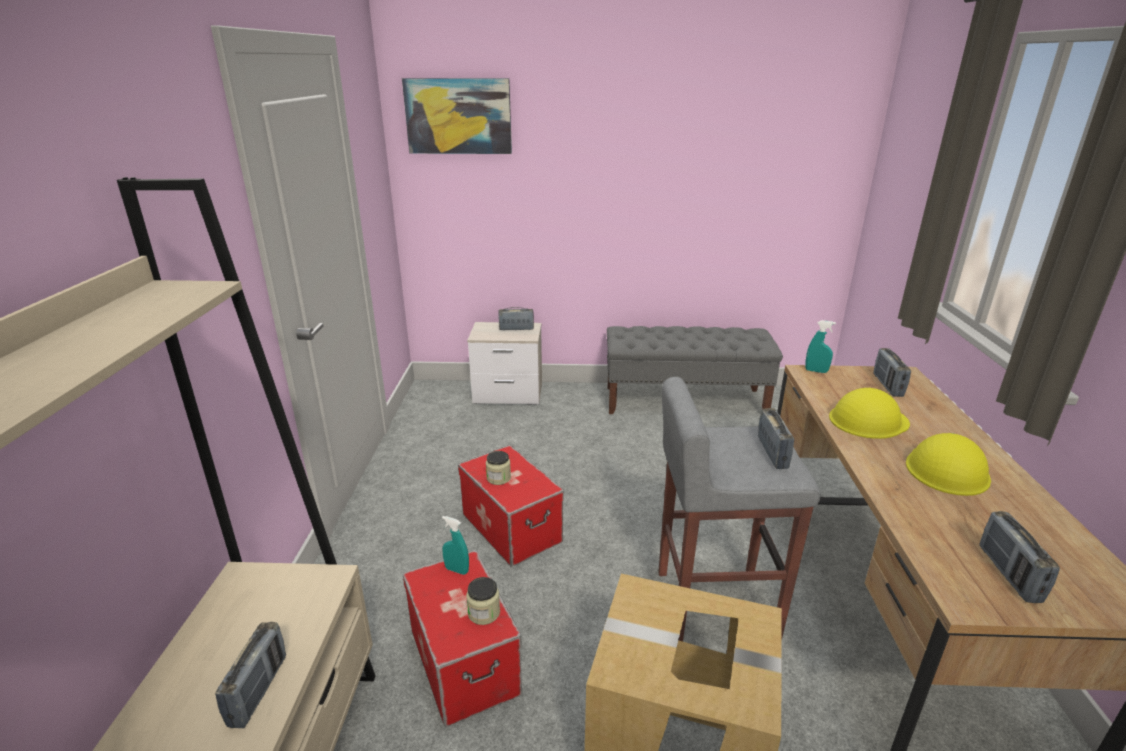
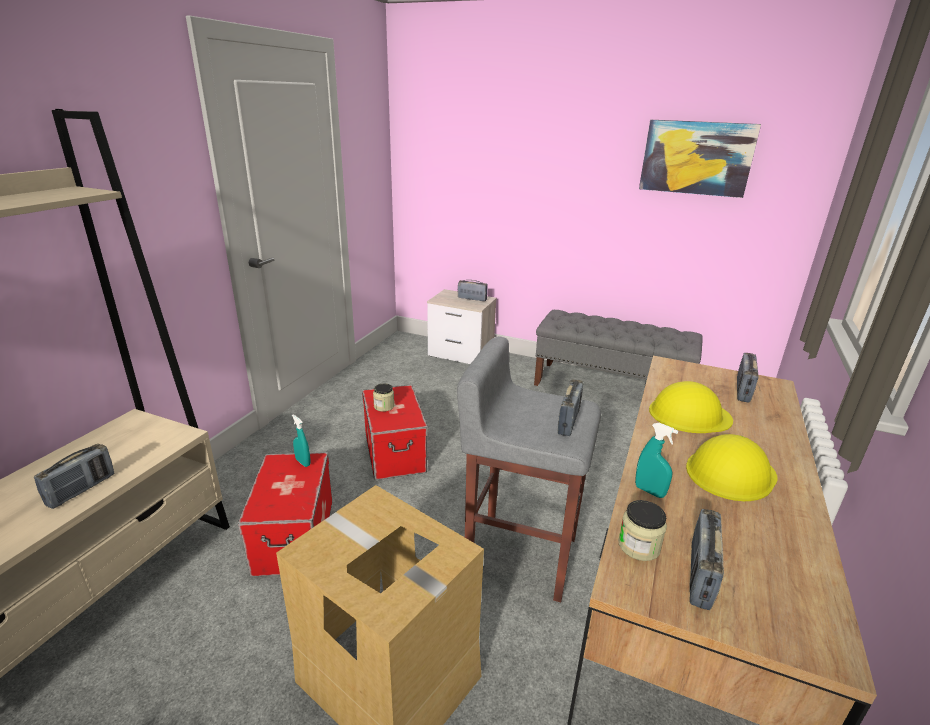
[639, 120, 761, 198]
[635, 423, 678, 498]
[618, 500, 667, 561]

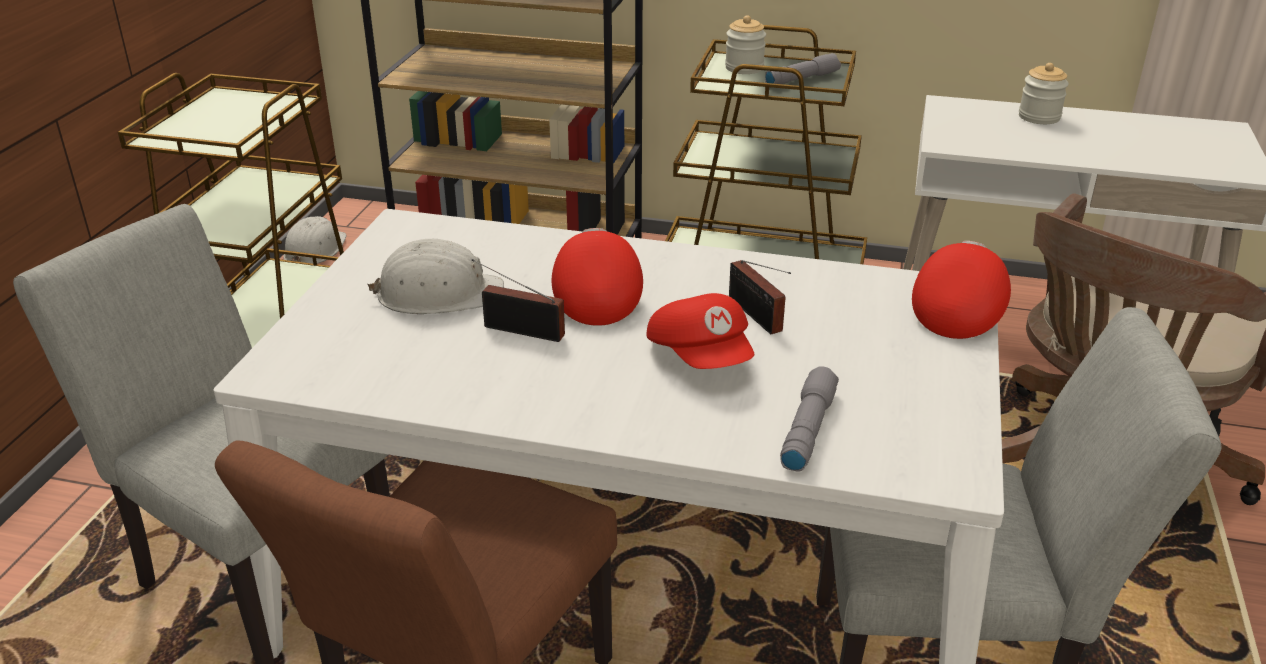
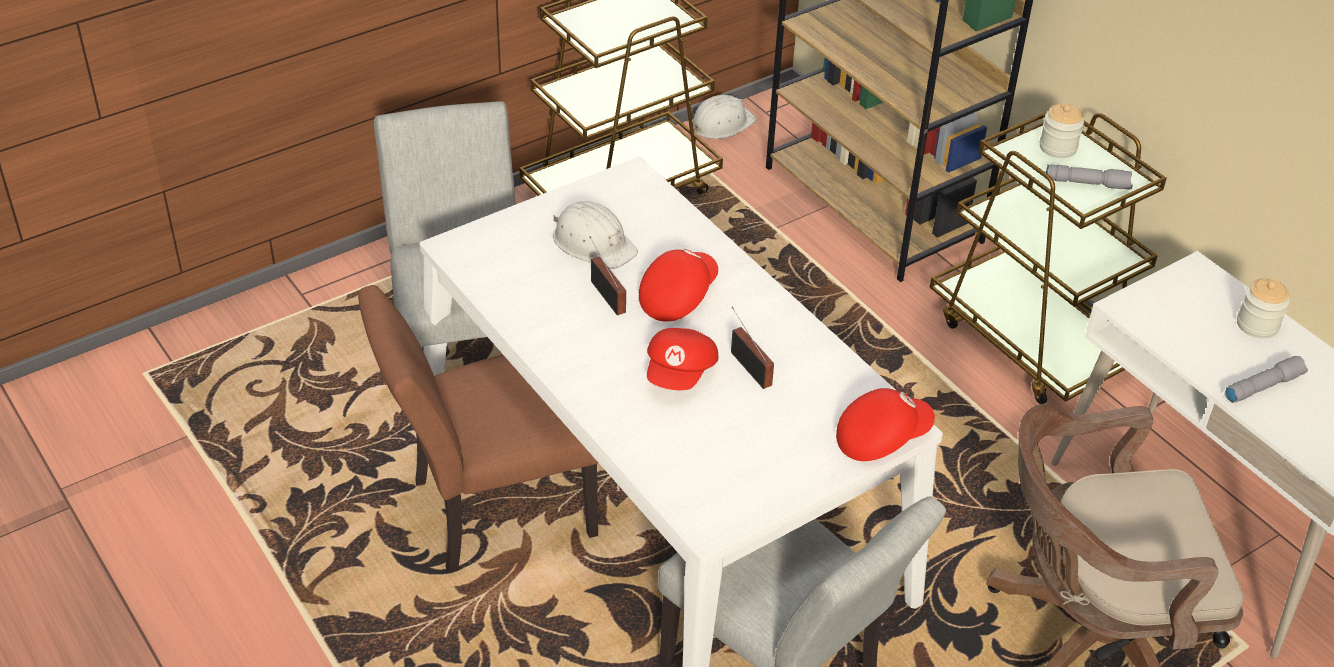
[731, 307, 774, 389]
[1224, 356, 1308, 403]

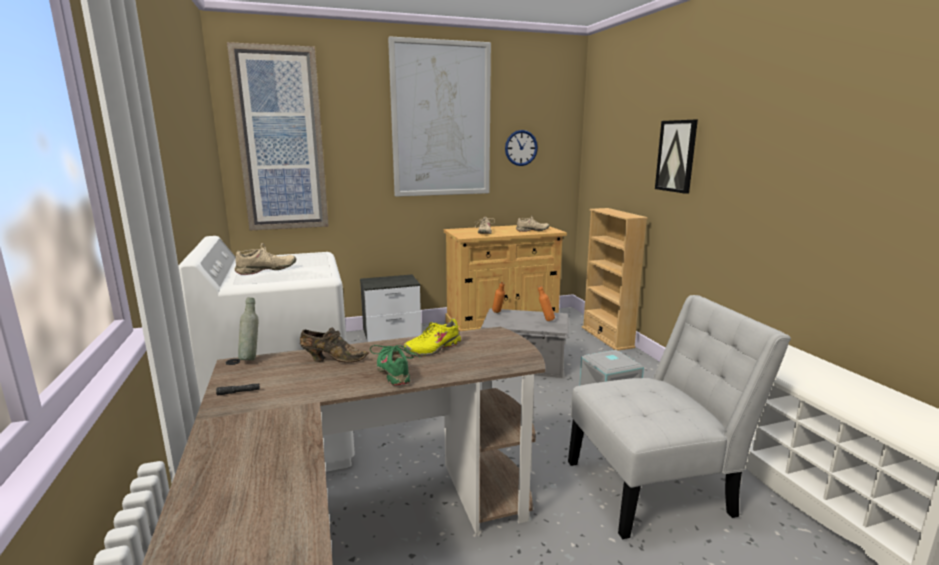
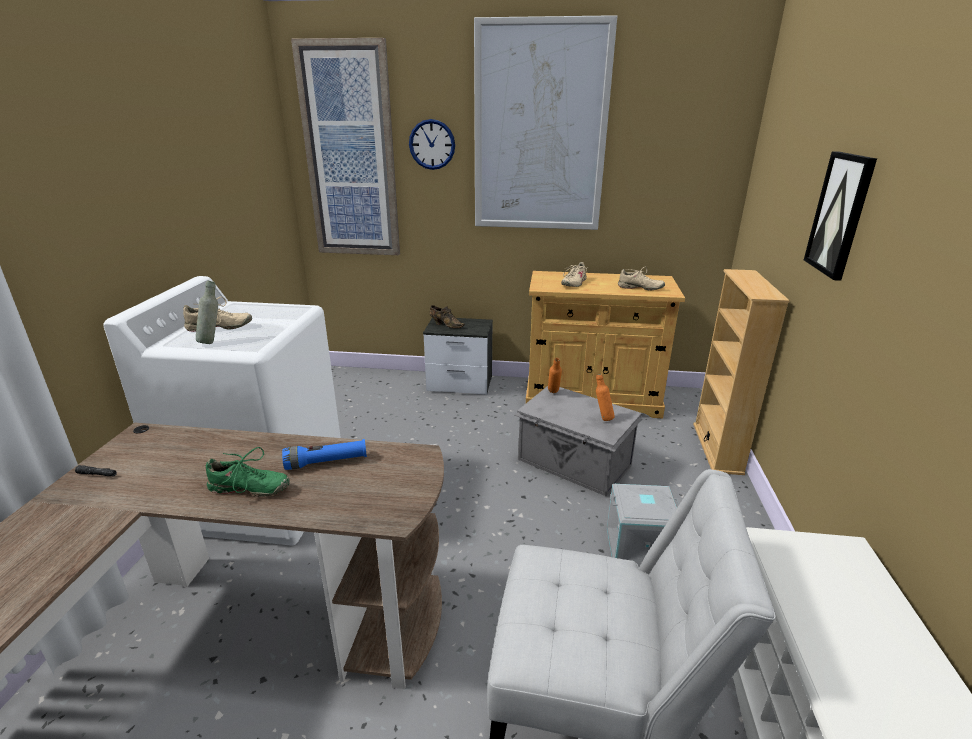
[409, 119, 455, 170]
[196, 281, 218, 344]
[282, 439, 367, 470]
[429, 305, 465, 328]
[206, 447, 290, 497]

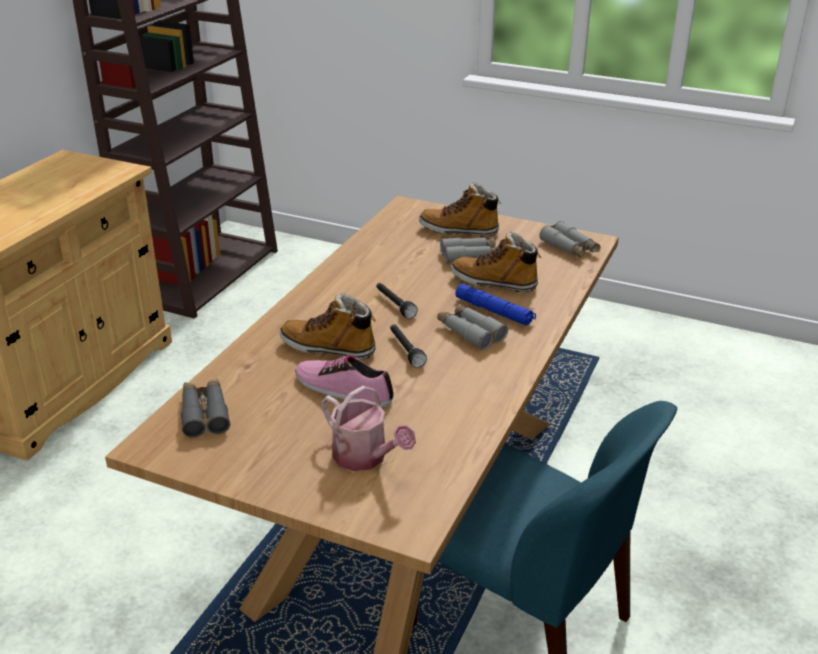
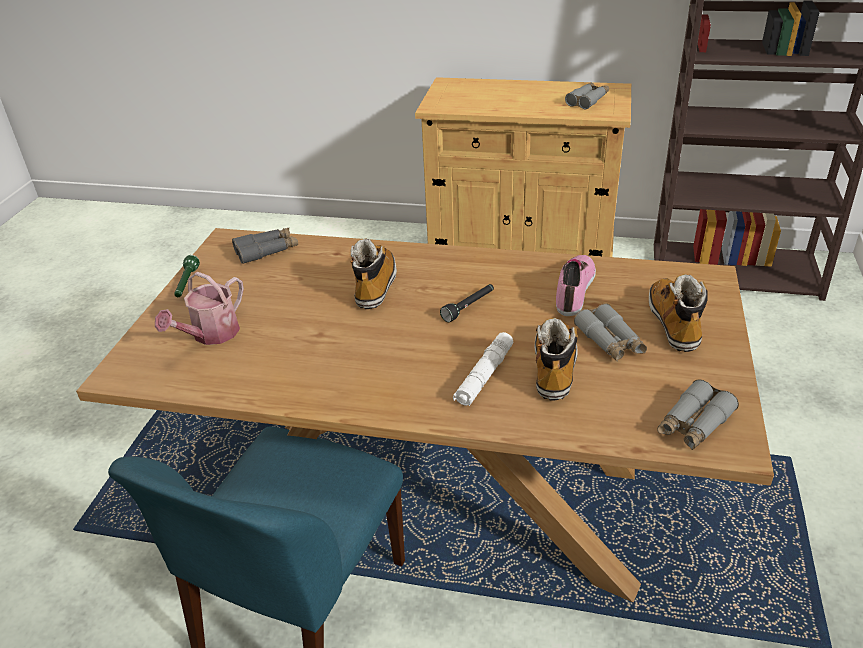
[453, 332, 513, 406]
[565, 83, 609, 109]
[390, 324, 427, 368] (first image)
[556, 255, 596, 316]
[174, 255, 200, 297]

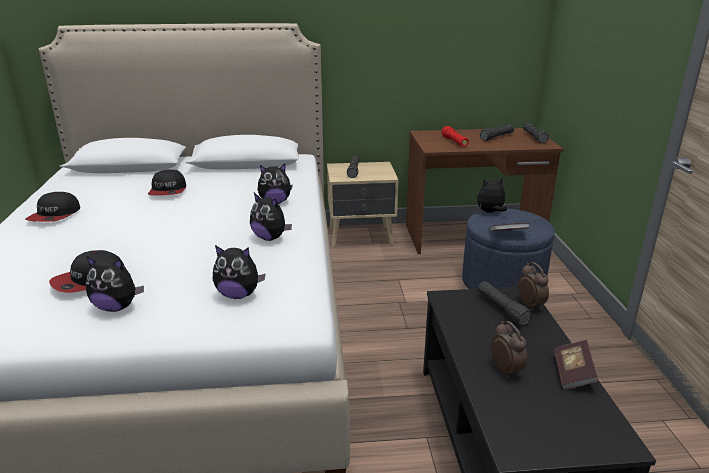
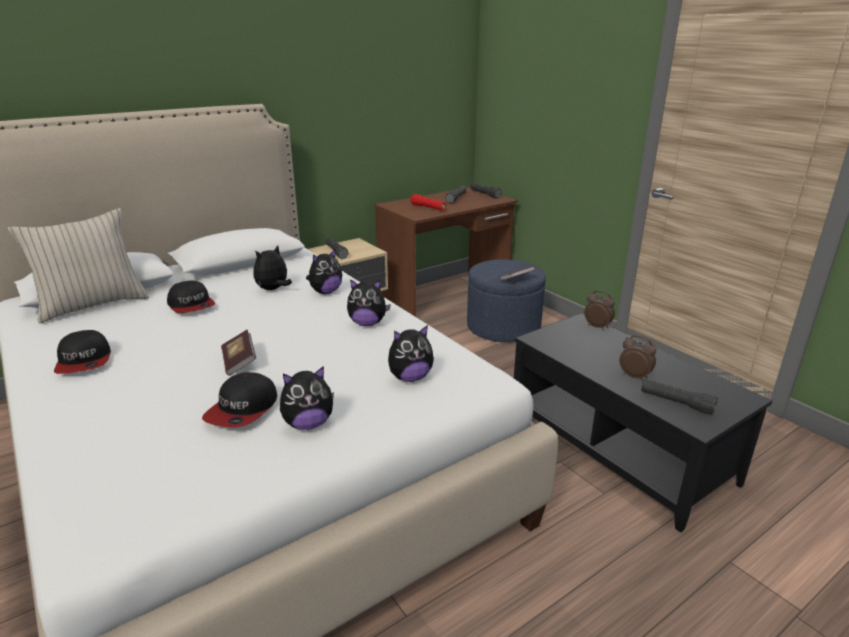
[253, 245, 292, 290]
[641, 379, 718, 415]
[221, 330, 256, 376]
[8, 208, 149, 324]

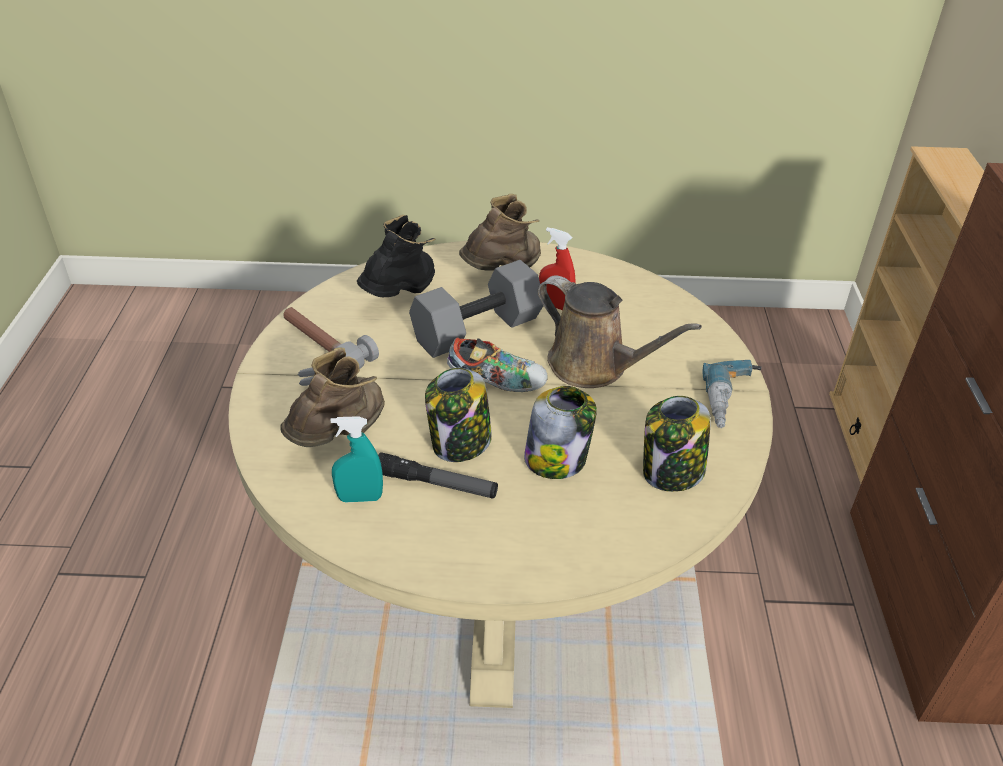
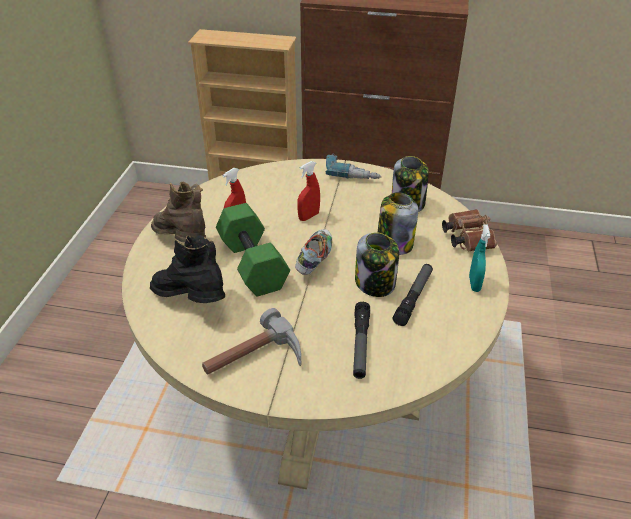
[216, 203, 290, 296]
[297, 161, 320, 221]
[353, 302, 370, 379]
[469, 224, 490, 292]
[442, 209, 497, 252]

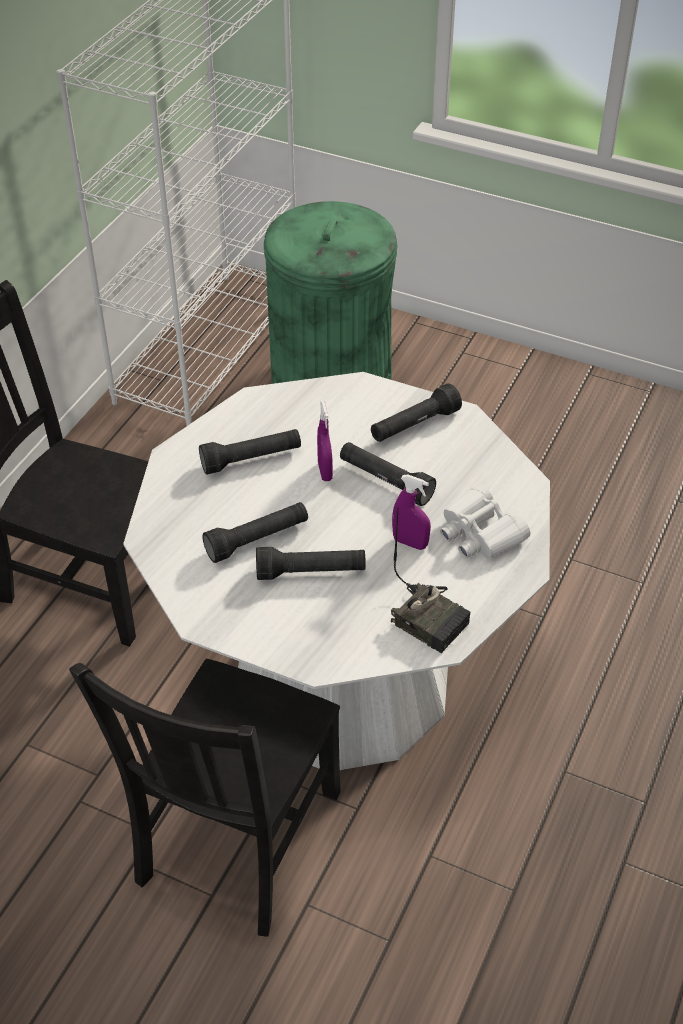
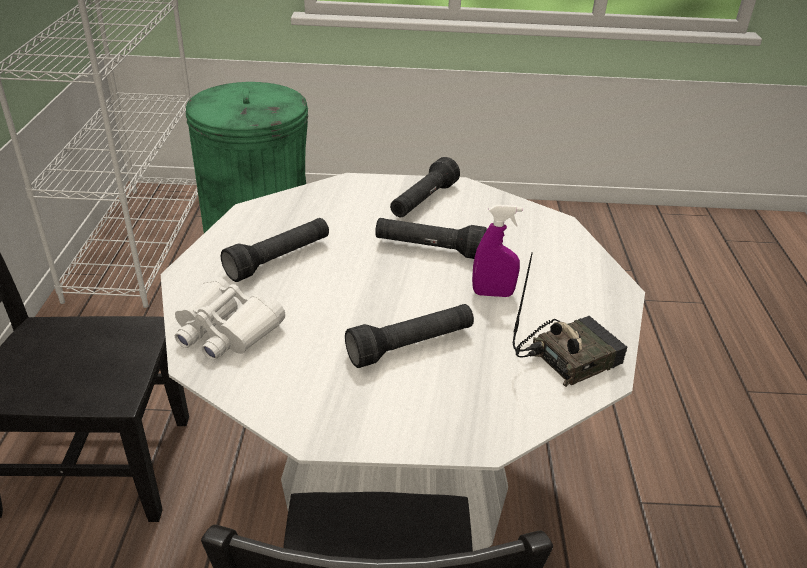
[317, 401, 333, 481] (first image)
[175, 276, 285, 360]
[202, 502, 308, 563] (first image)
[513, 252, 628, 387]

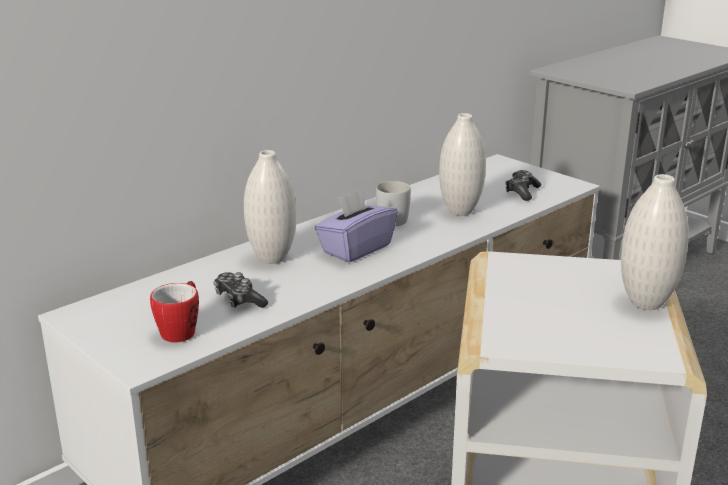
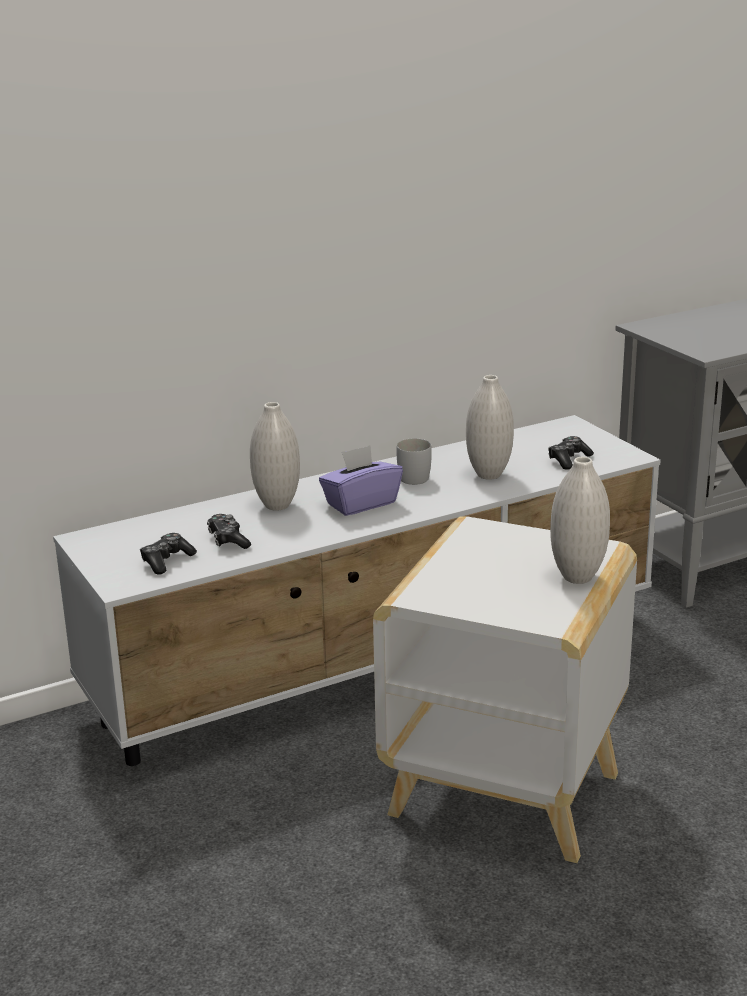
[140, 533, 197, 575]

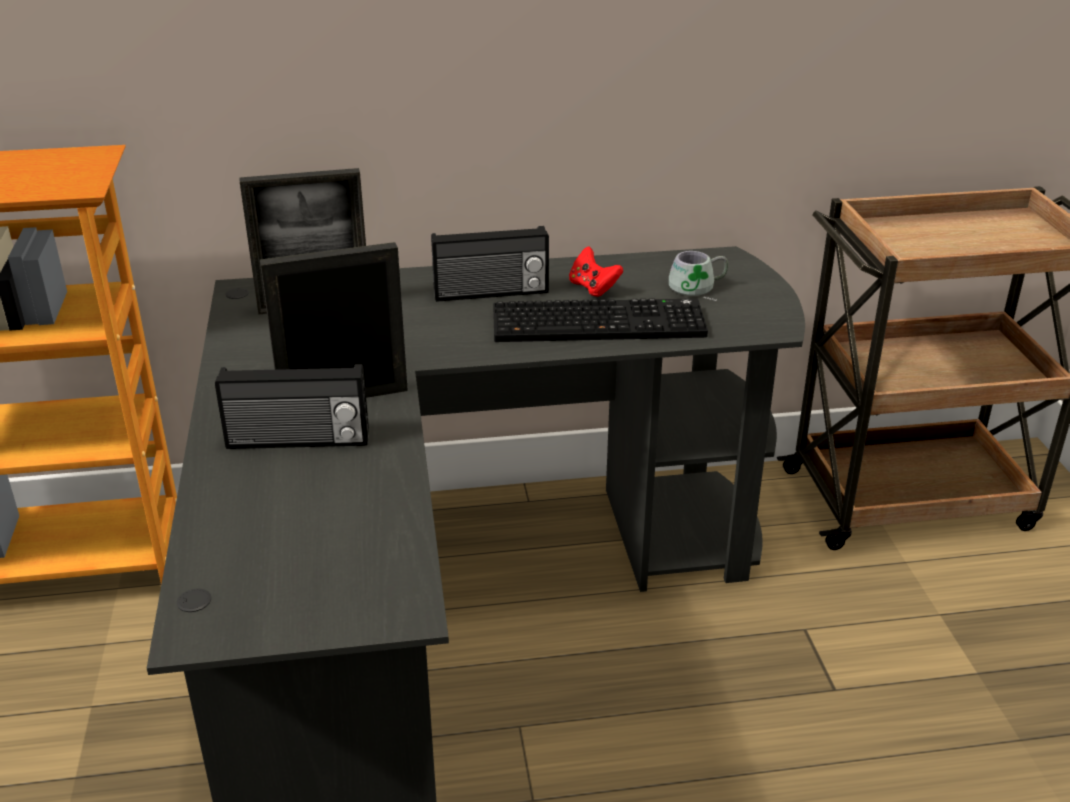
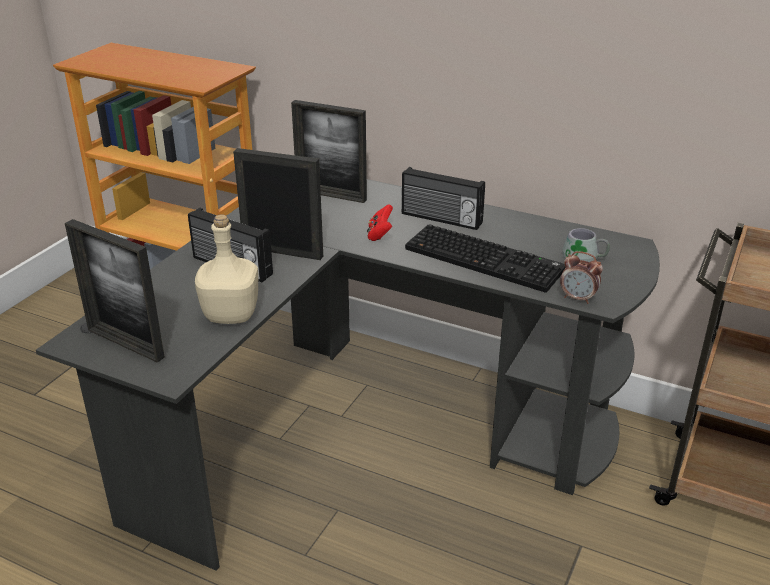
[367, 204, 393, 241]
[195, 214, 259, 324]
[65, 219, 165, 362]
[560, 251, 603, 304]

